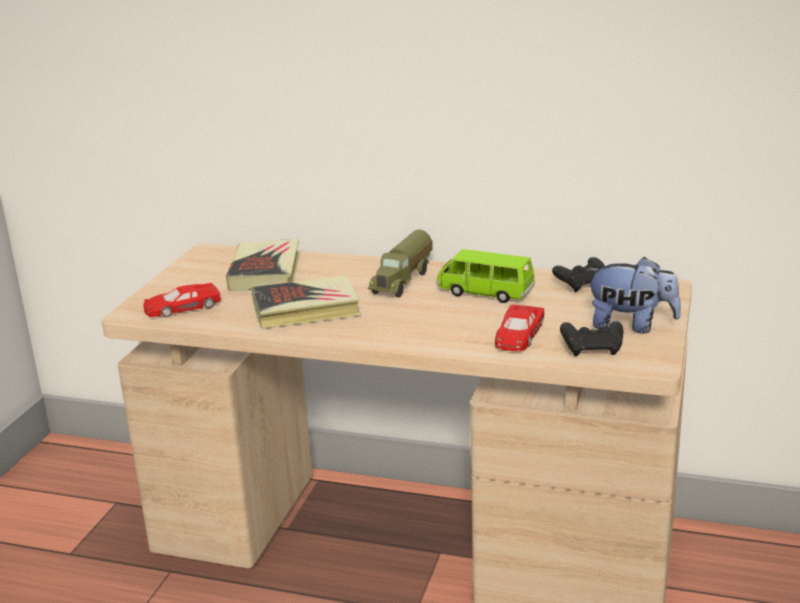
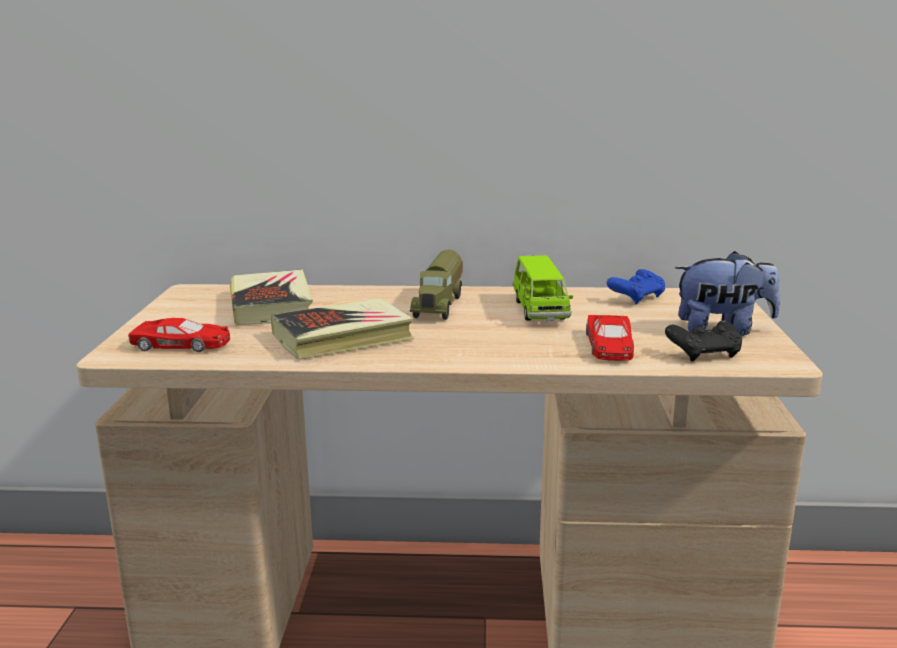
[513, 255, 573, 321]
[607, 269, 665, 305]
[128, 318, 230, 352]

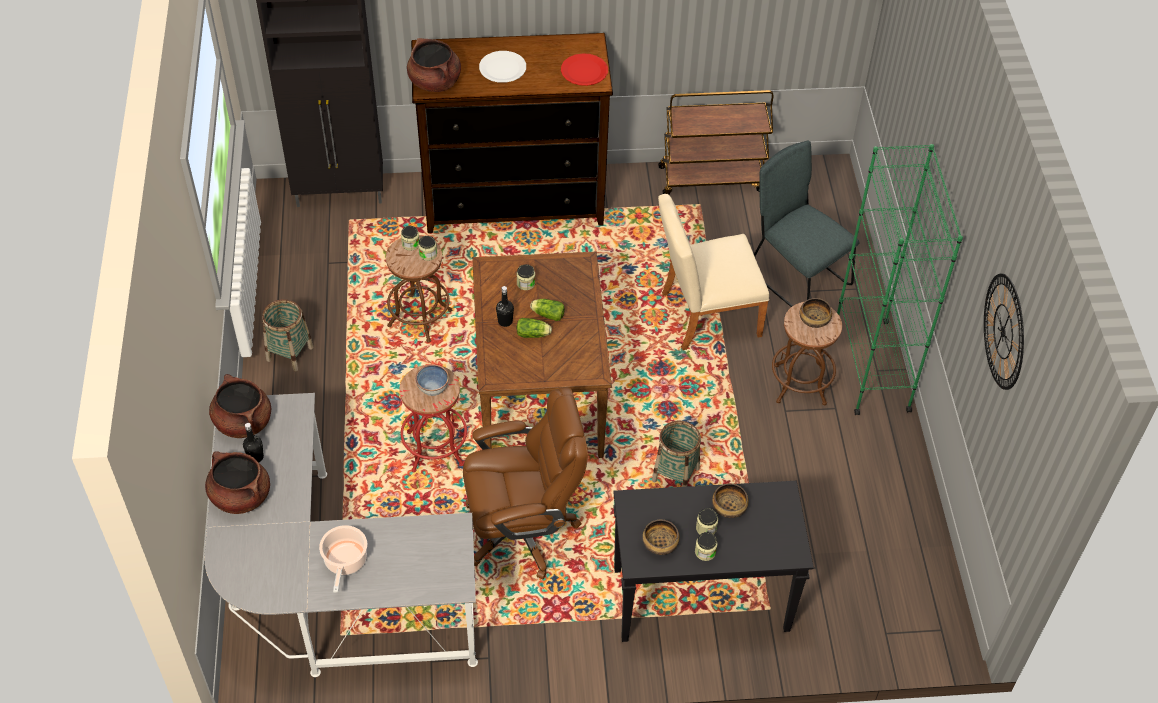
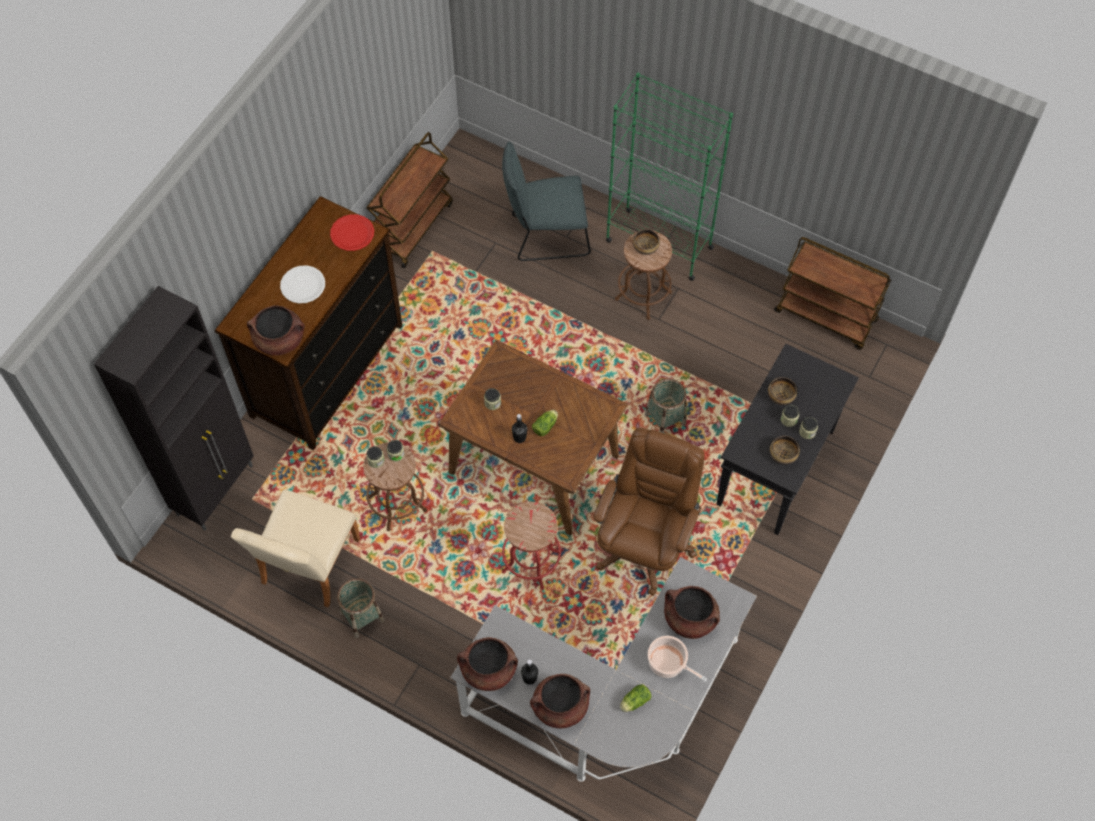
[231, 489, 360, 607]
[984, 274, 1024, 390] (first image)
[620, 684, 652, 712]
[416, 365, 449, 396] (first image)
[774, 237, 891, 350]
[664, 586, 720, 639]

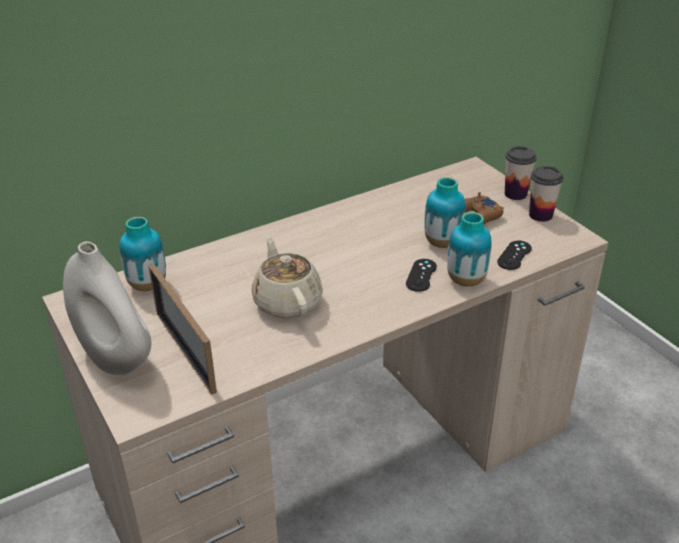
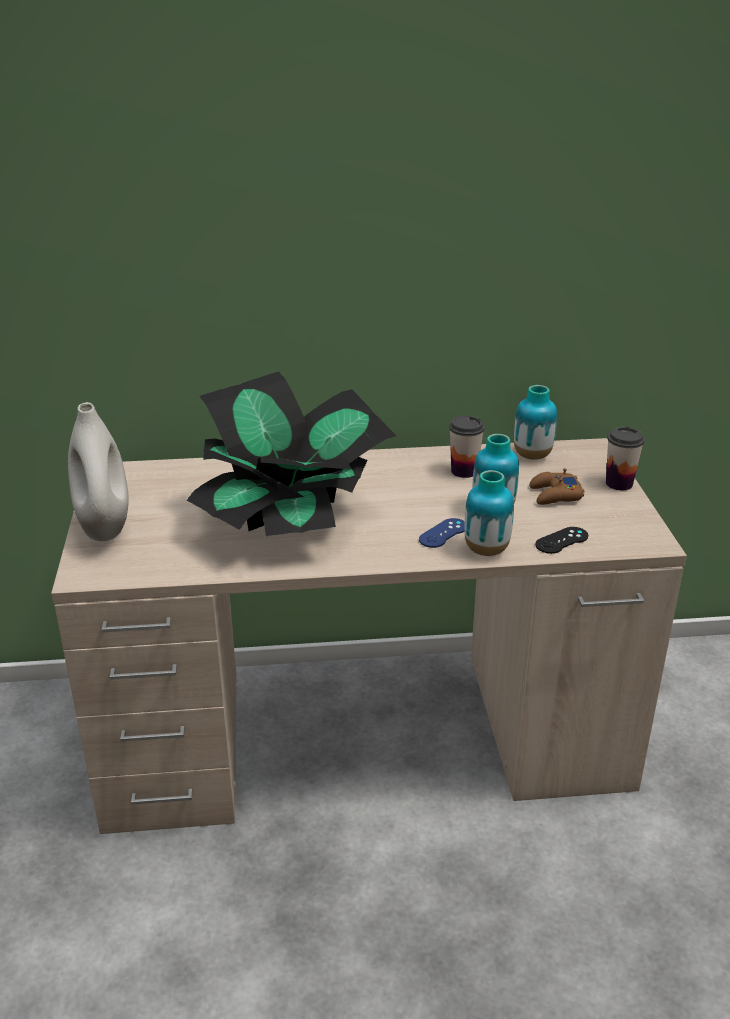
[449, 415, 485, 478]
[514, 385, 557, 460]
[187, 371, 396, 536]
[419, 518, 465, 548]
[148, 264, 217, 395] (first image)

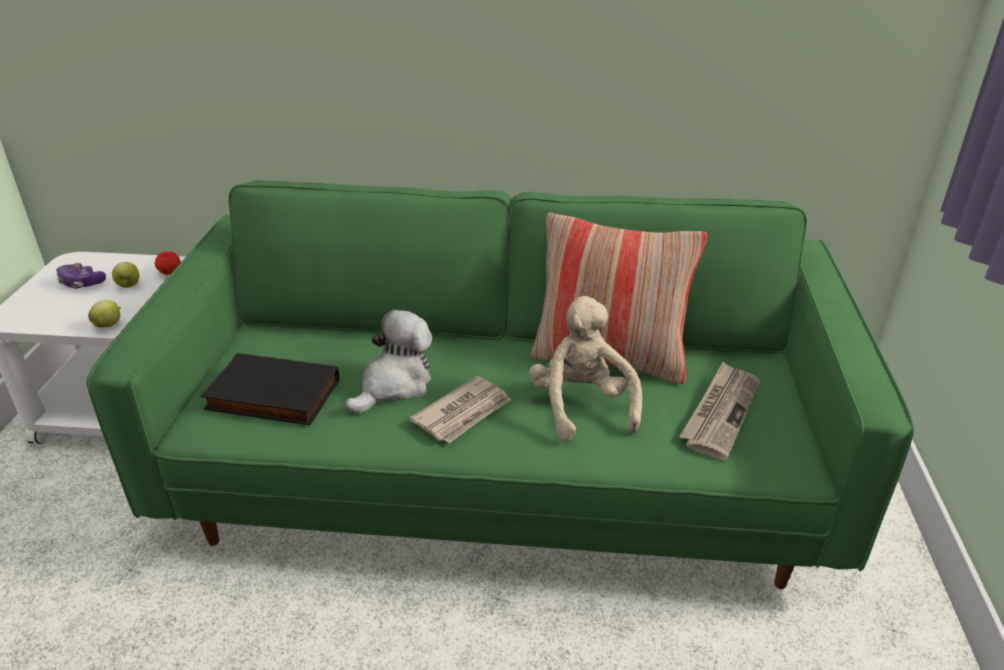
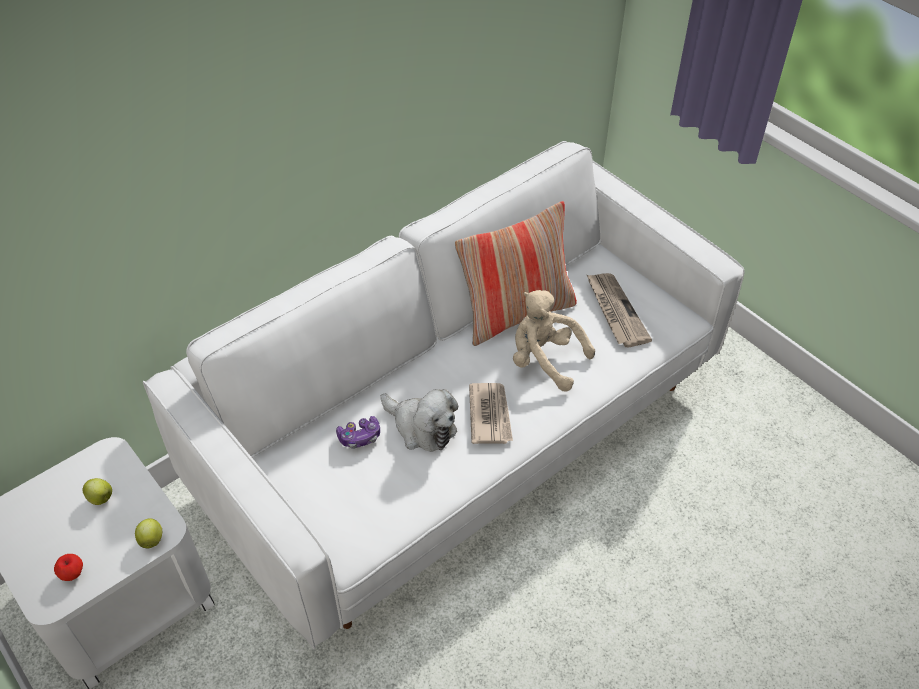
[143, 141, 745, 649]
[54, 554, 83, 581]
[336, 416, 380, 449]
[380, 389, 458, 452]
[201, 353, 339, 425] (first image)

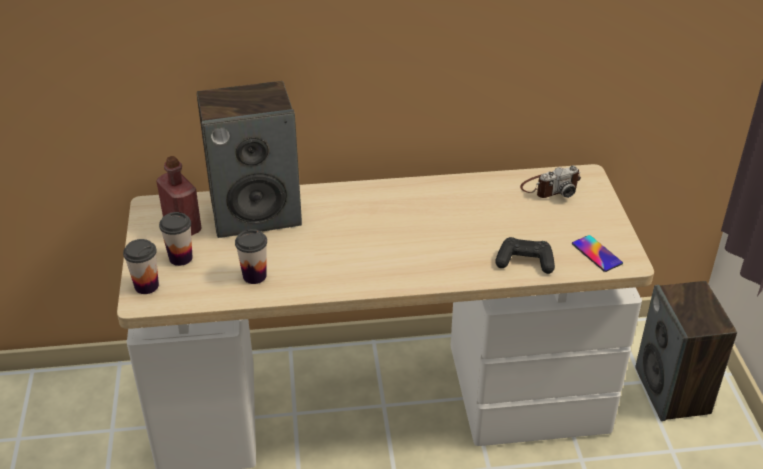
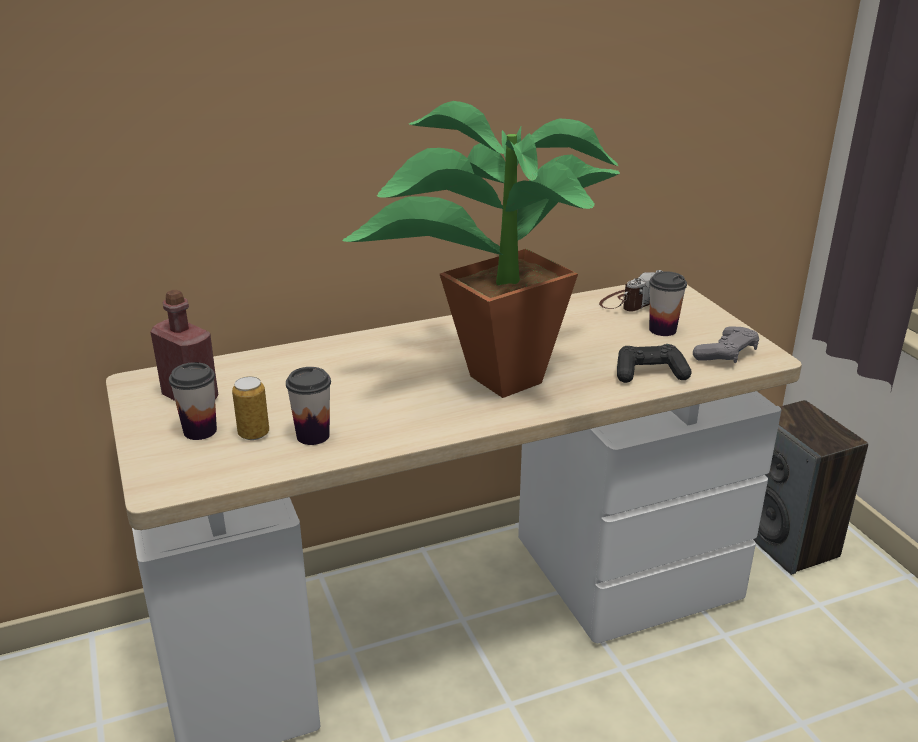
[197, 81, 302, 238] (first image)
[693, 326, 759, 363]
[649, 271, 687, 336]
[342, 101, 620, 398]
[232, 376, 269, 440]

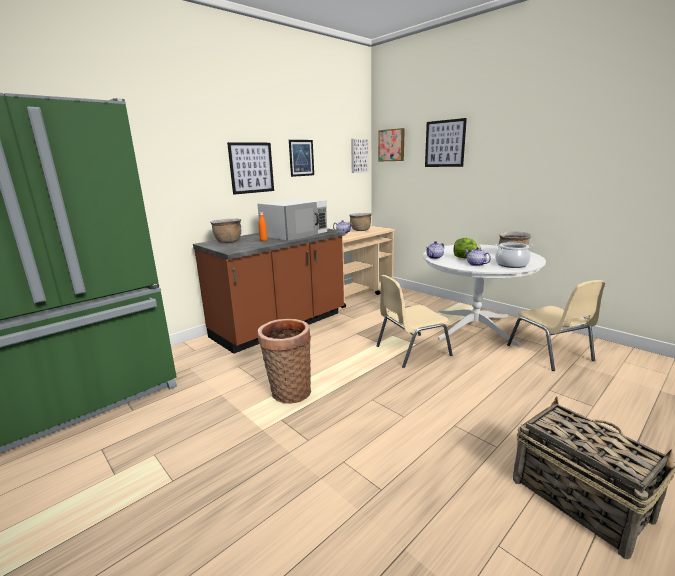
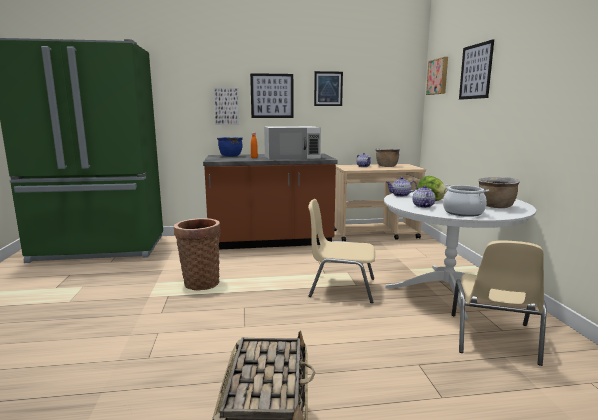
[214, 88, 239, 125]
[217, 137, 243, 157]

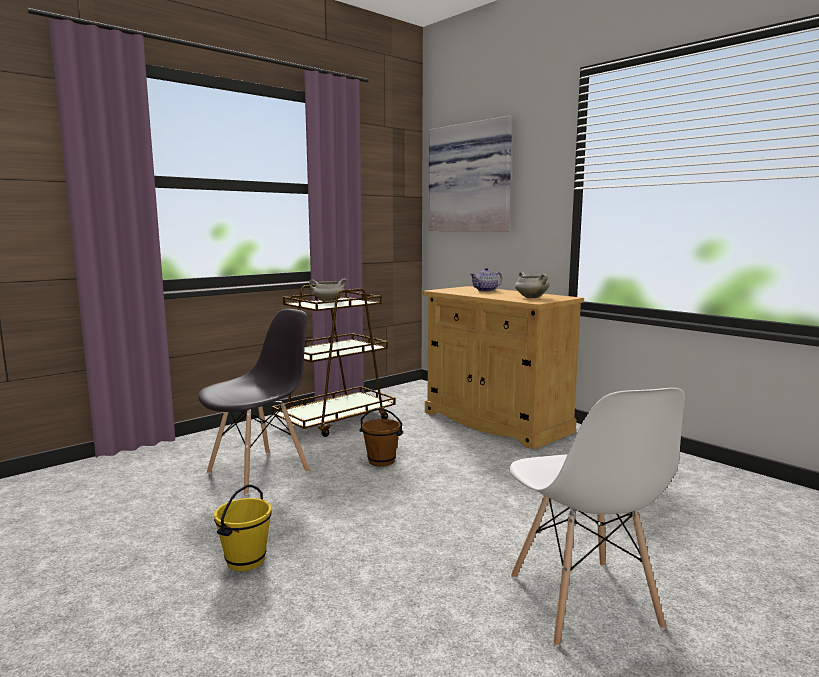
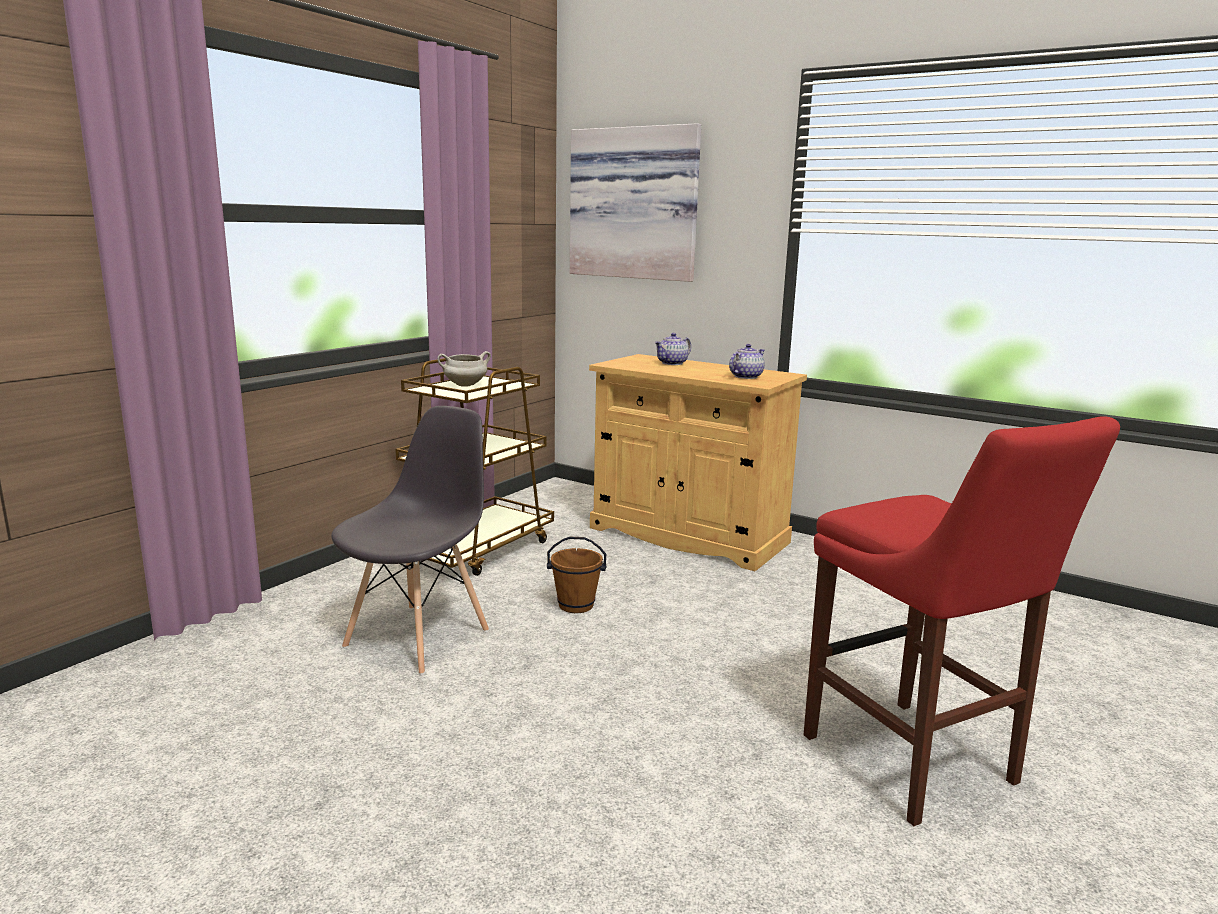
[729, 344, 765, 379]
[804, 416, 1120, 826]
[214, 485, 272, 571] (first image)

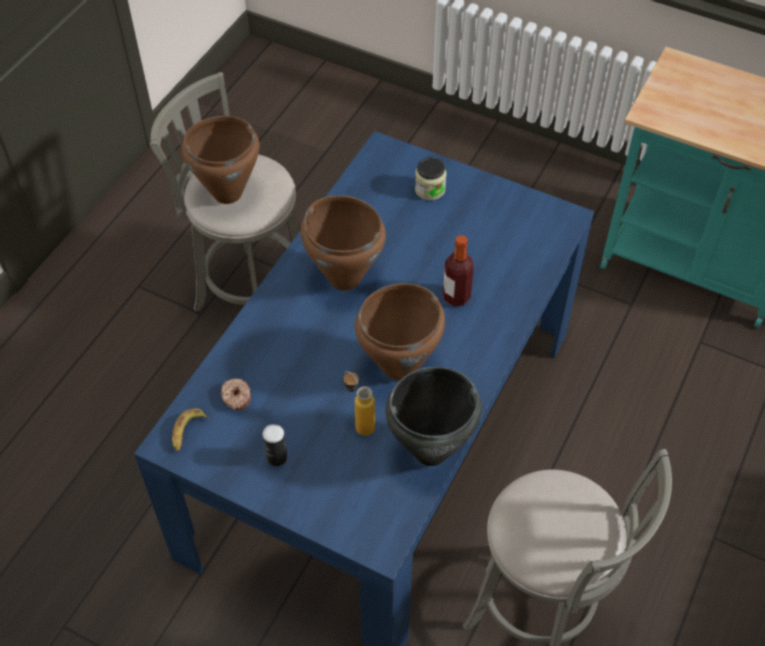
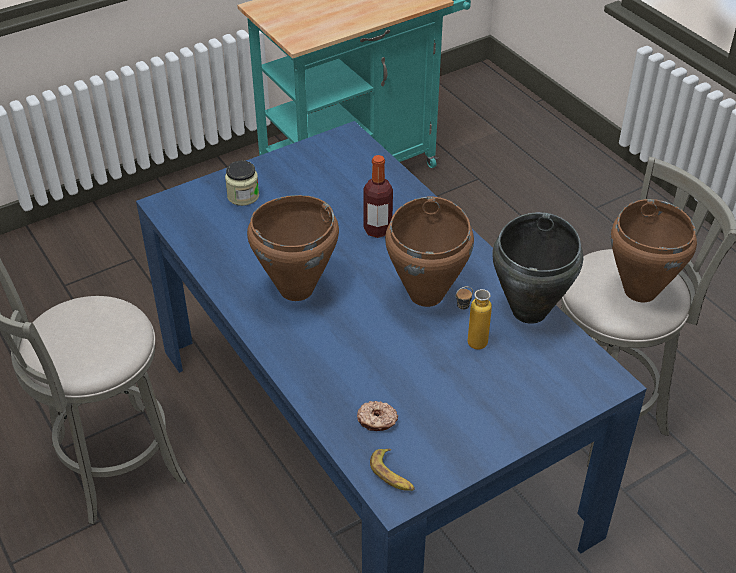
[611, 199, 697, 302]
[262, 424, 287, 467] (first image)

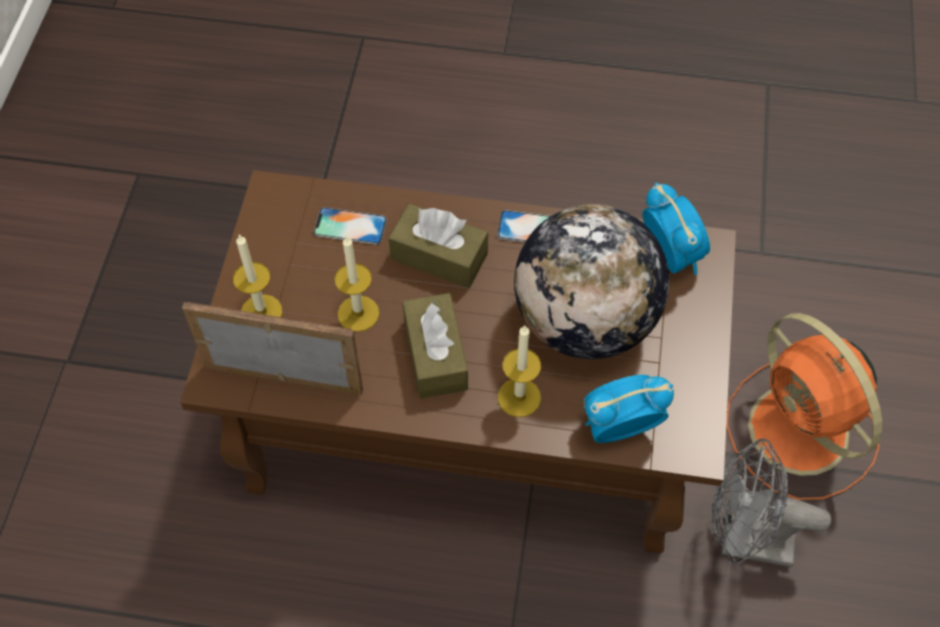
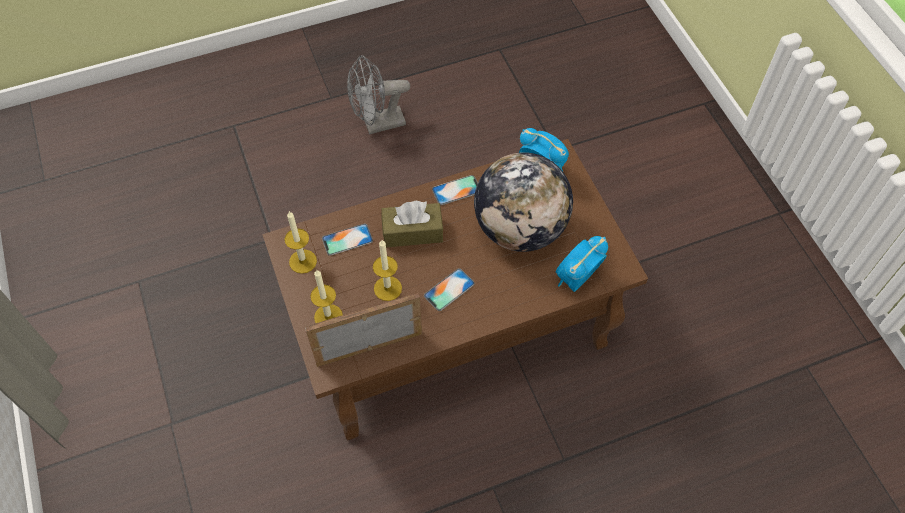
[424, 268, 475, 311]
[726, 313, 882, 500] (first image)
[285, 211, 317, 274]
[347, 55, 410, 135]

